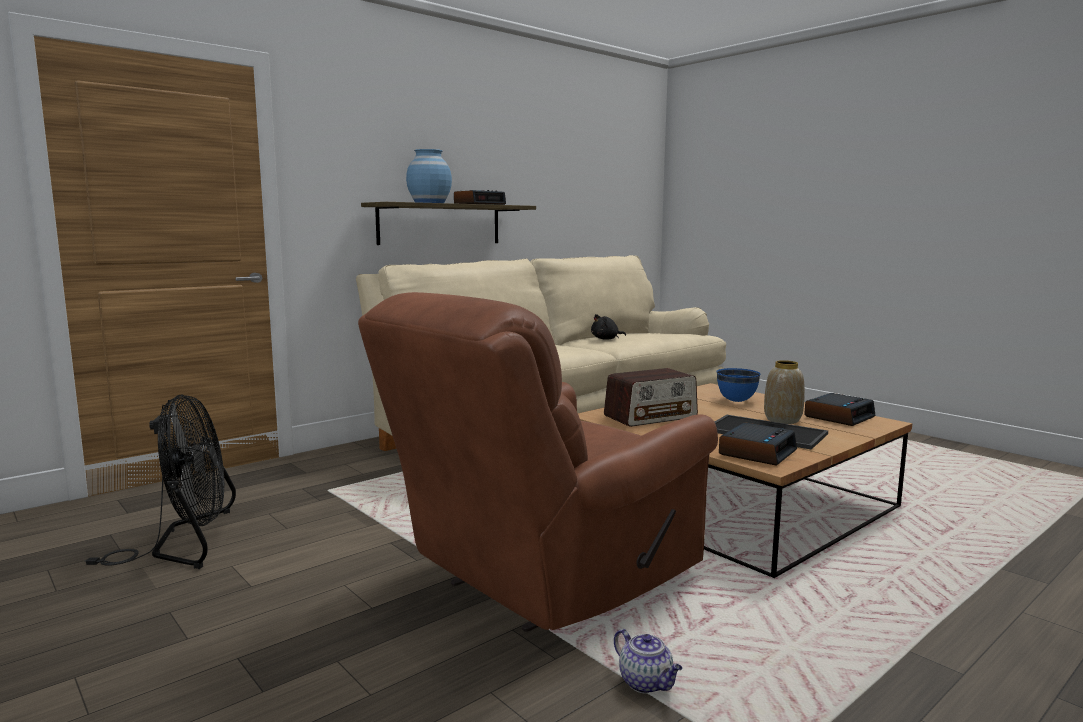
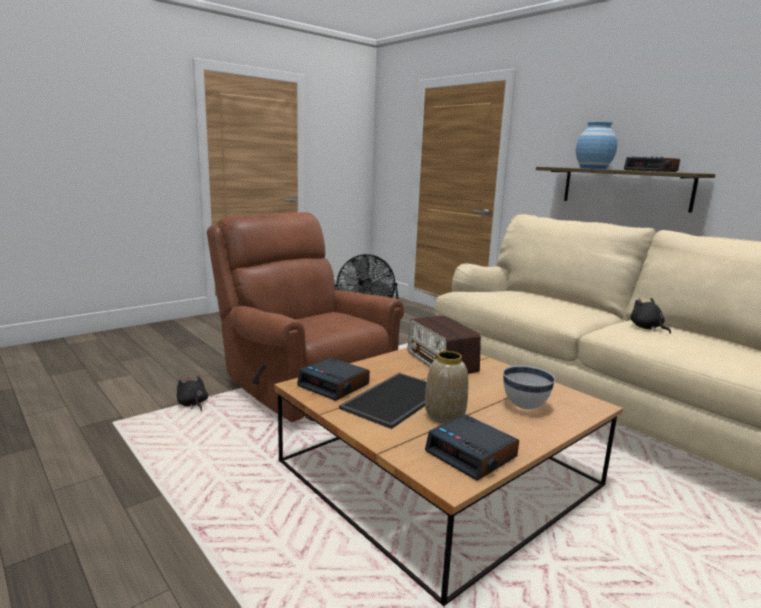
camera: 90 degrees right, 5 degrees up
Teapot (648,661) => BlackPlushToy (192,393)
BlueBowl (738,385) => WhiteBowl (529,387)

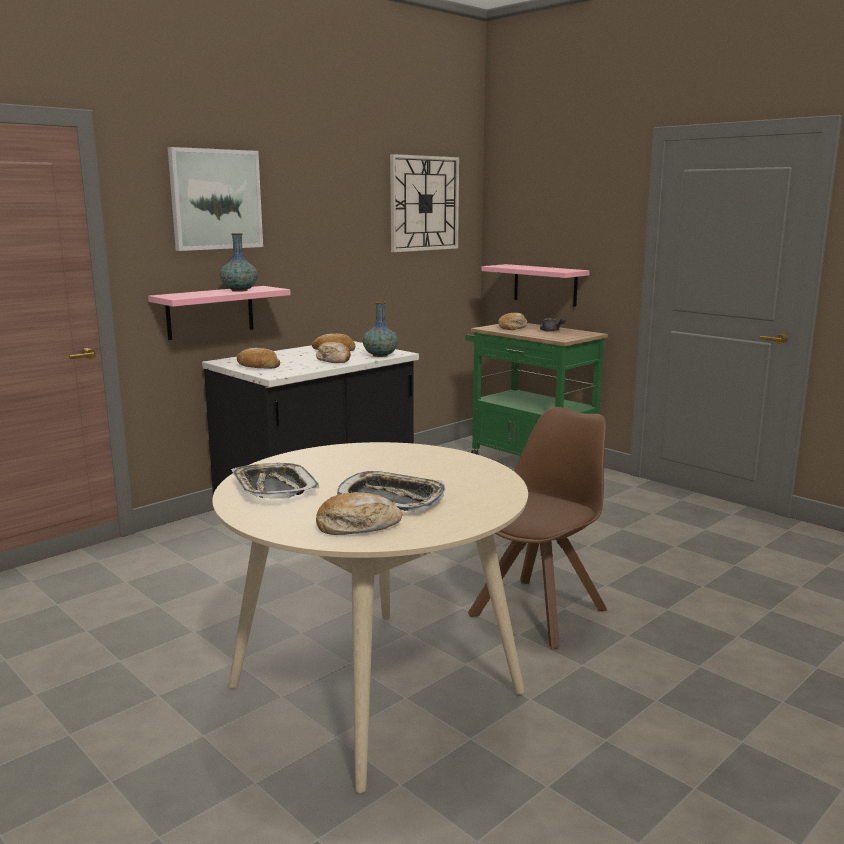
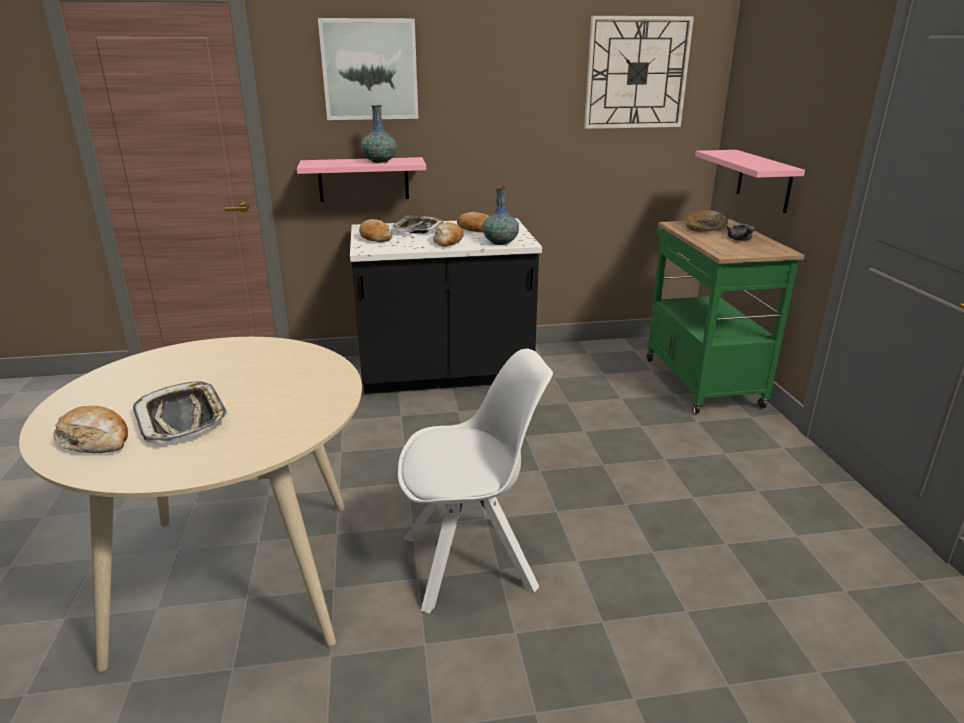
camera: 35 degrees right, 10 degrees up
Tray (275,481) => Tray (418,225), shifted
BrownChair (537,528) => WhiteChair (475,481)

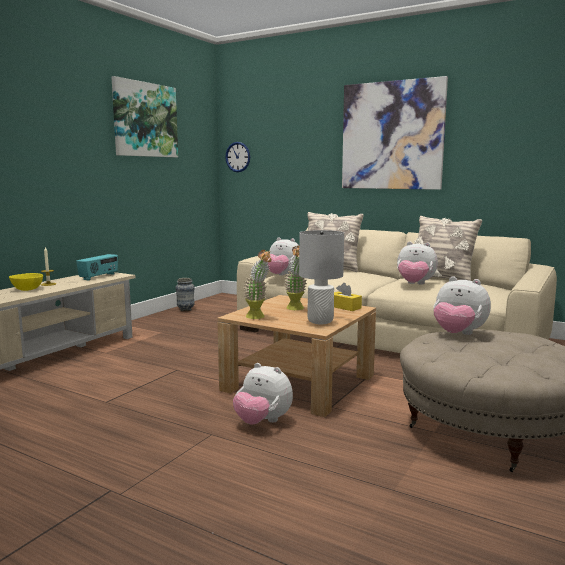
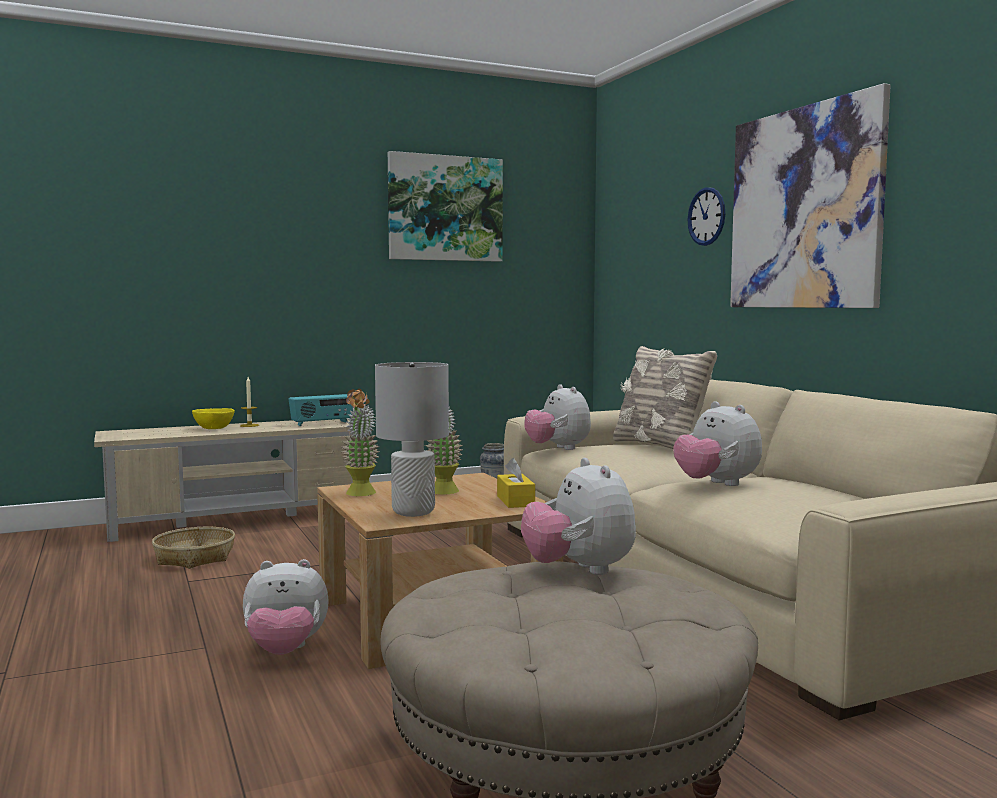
camera: 35 degrees right, 5 degrees down
BeigePillow (448,248) => nothing
nothing => Basket (193,547)
WallClock (237,157) => WallClock (706,216), shifted
PlushToy (263,394) => PlushToy (286,607), 75 degrees counterclockwise

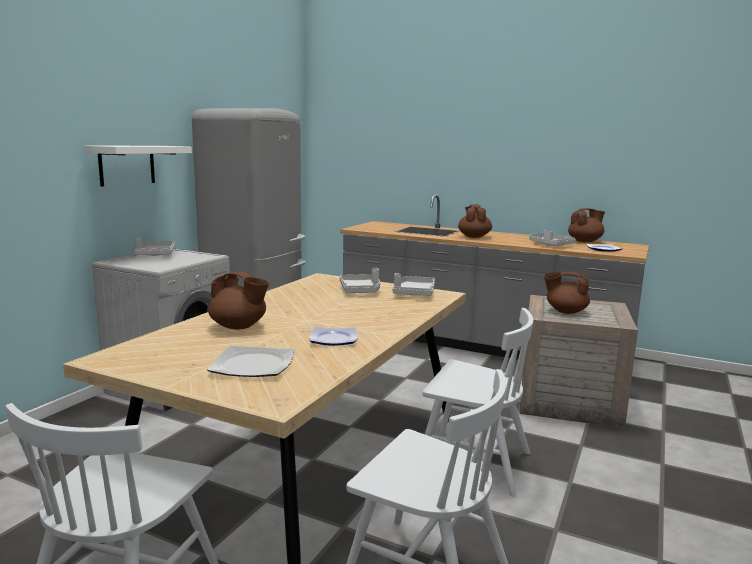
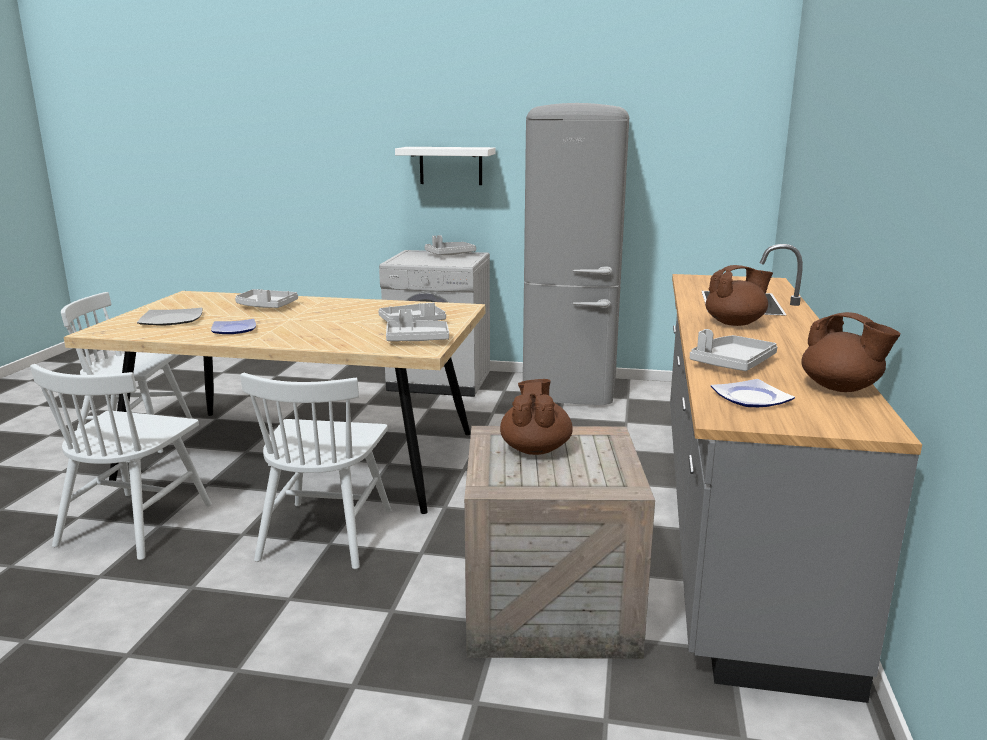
camera: 75 degrees right, 5 degrees up
BrownTeapot (238,300) => GreyTray (266,298)

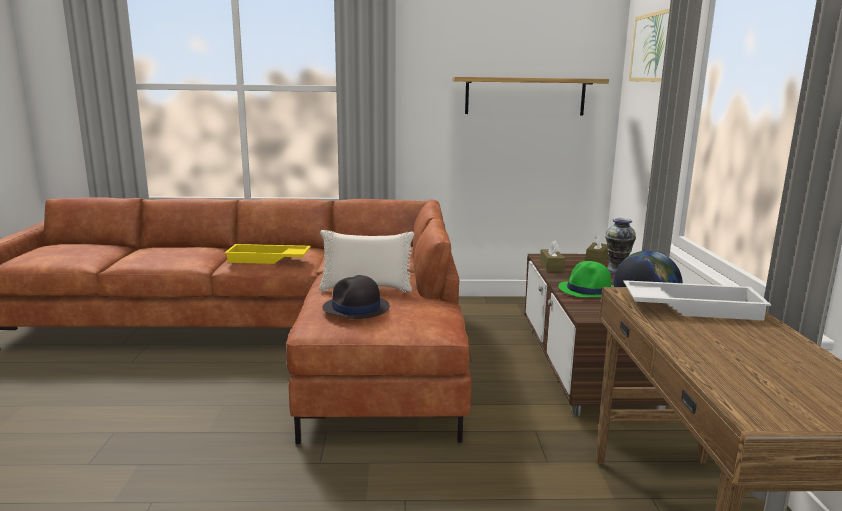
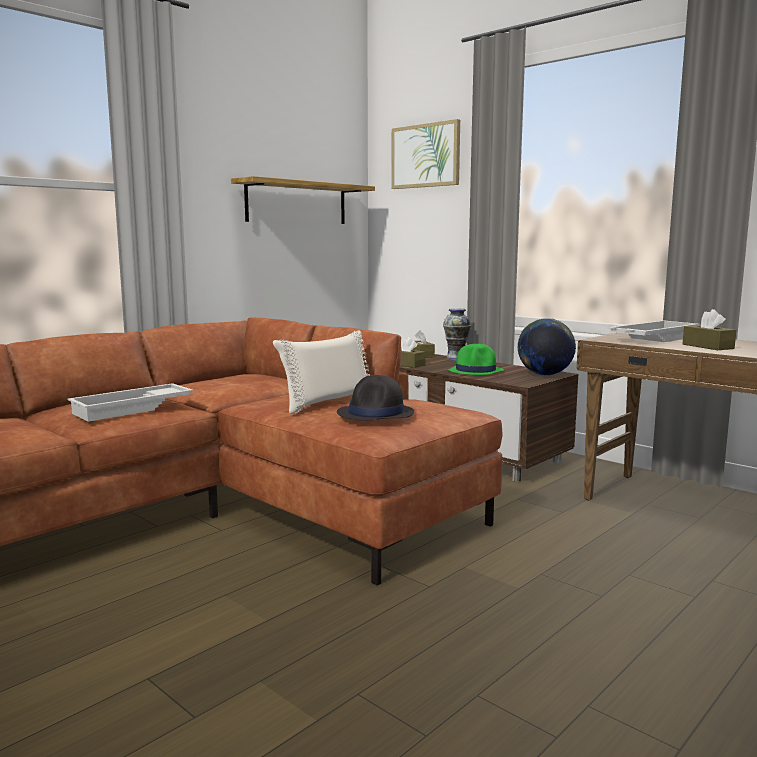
camera: 45 degrees left, 5 degrees down
nothing => BrownTissueBox (709,329)
YellowTray (267,254) => WhiteTray (130,402)

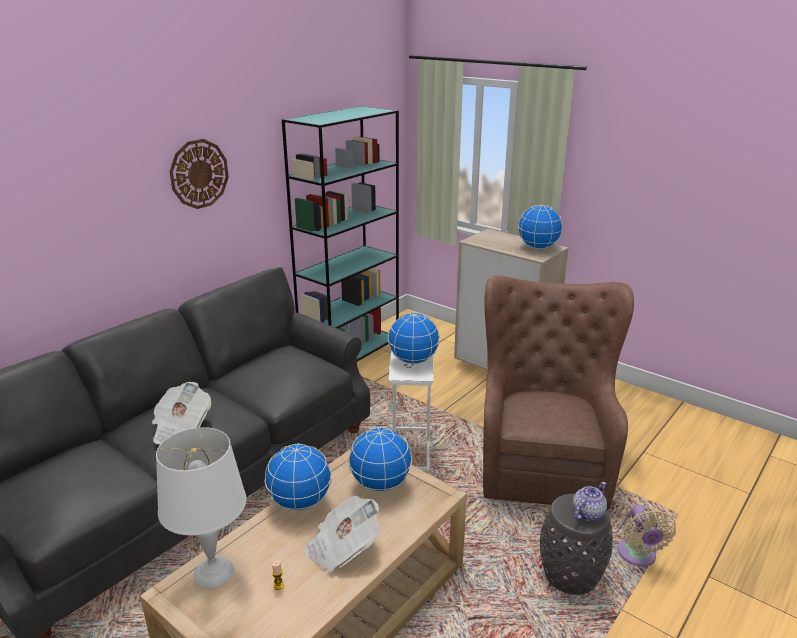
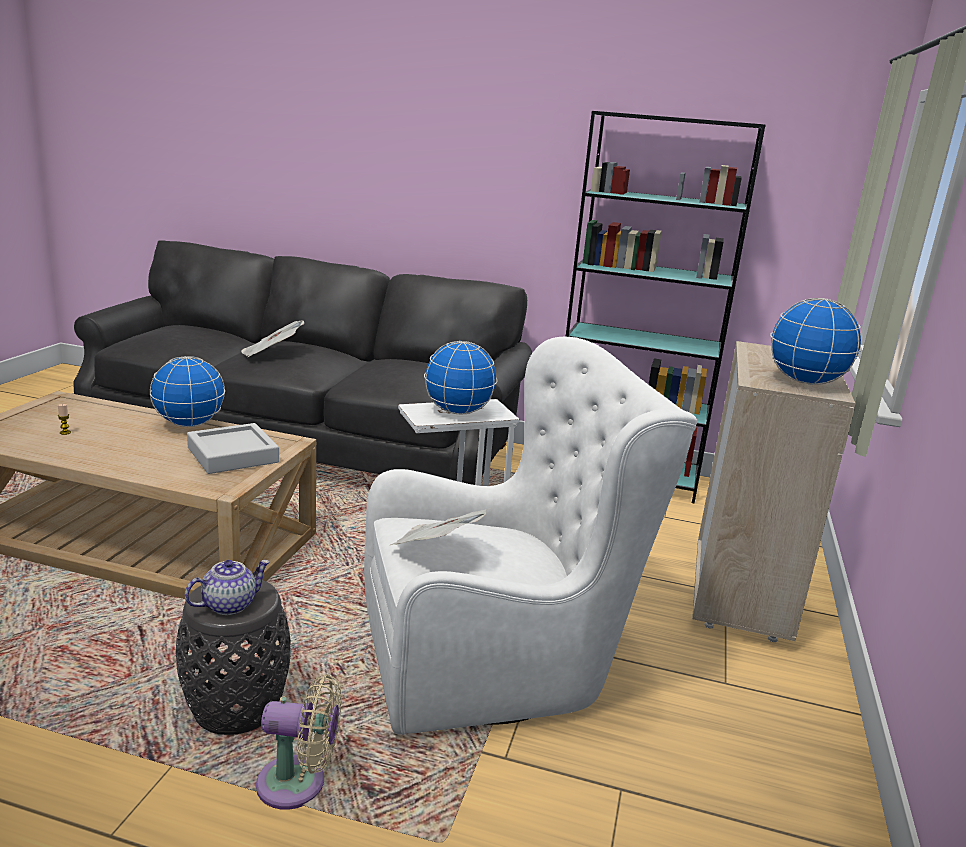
camera: 65 degrees right, 5 degrees down
WhiteTableLamp (201,507) => nothing
WallClock (199,174) => nothing
Newspaper (342,534) => Newspaper (440,526), shifted
Globe (380,459) => GreyTray (233,448)
BrownArmchair (558,392) => WhiteArmchair (530,536)
Teapot (590,501) => Teapot (227,587), 60 degrees counterclockwise
BeigeFan (647,535) => BeigeFan (299,742), 150 degrees counterclockwise

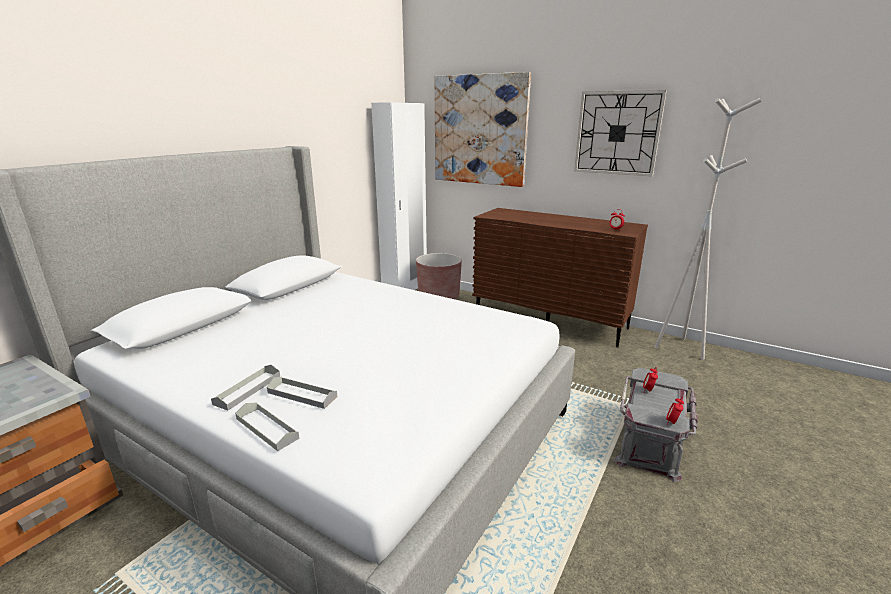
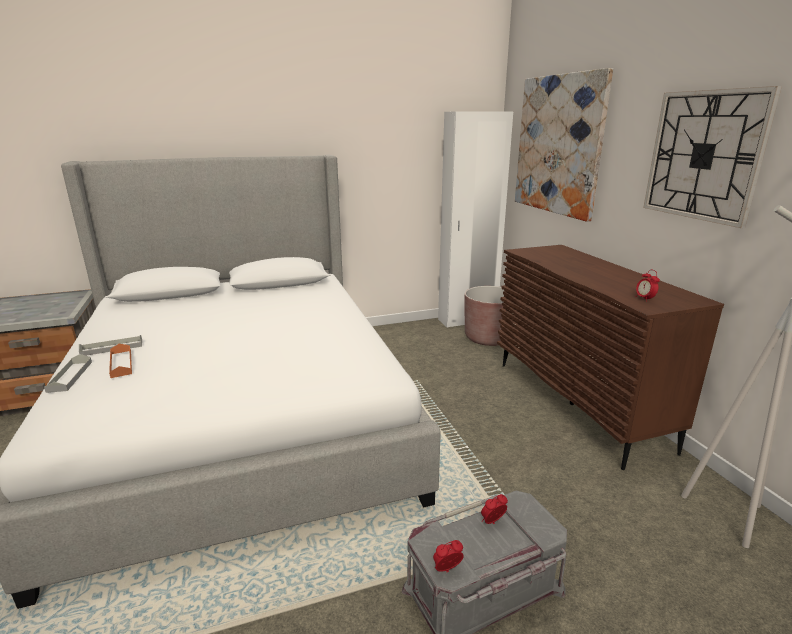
camera: 40 degrees right, 0 degrees up
GreyTray (302,393) => OrangeTray (120,361)

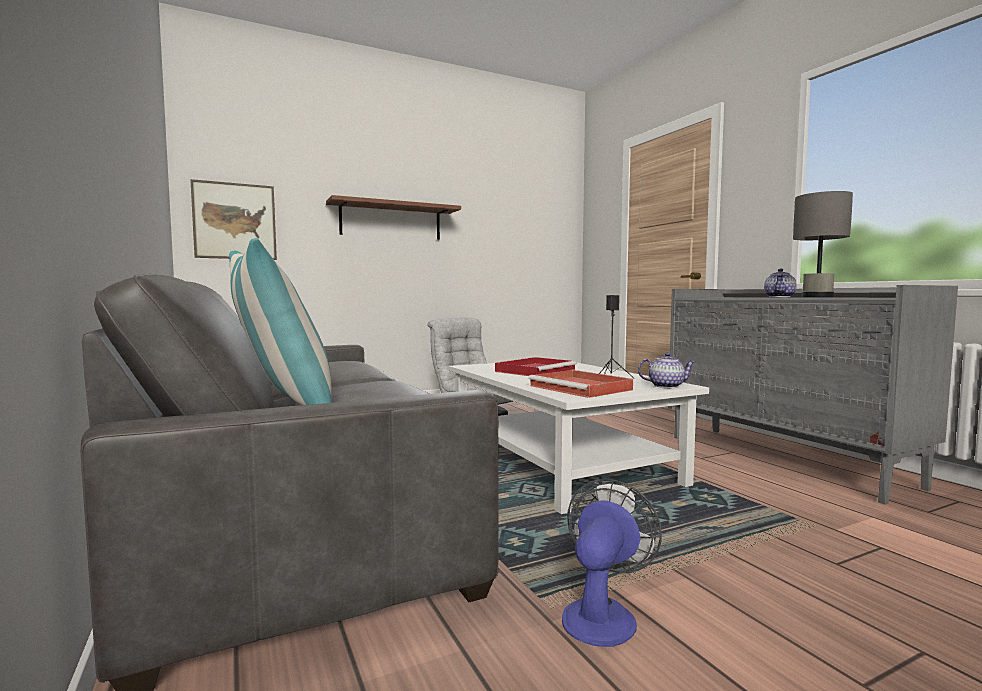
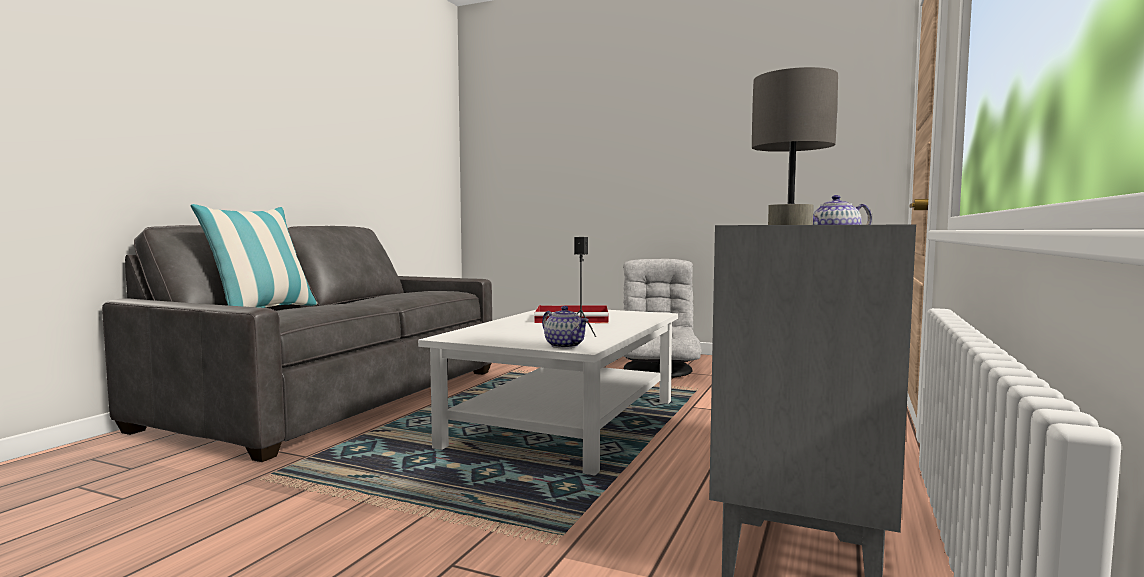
camera: 50 degrees right, 0 degrees up
Picture (233,219) => nothing
BrownShelf (393,217) => nothing
RedTray (581,384) => nothing
Fan (612,563) => nothing

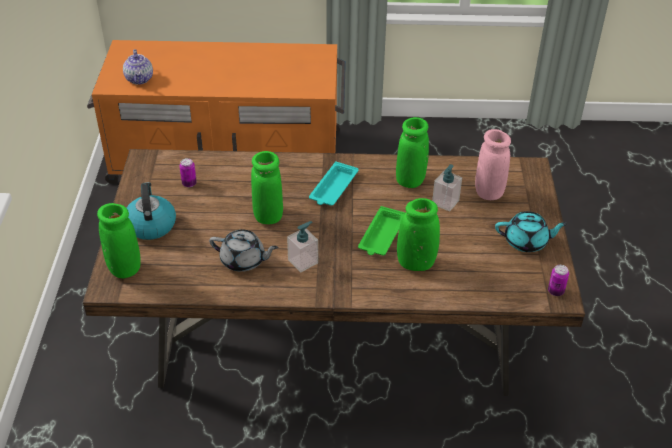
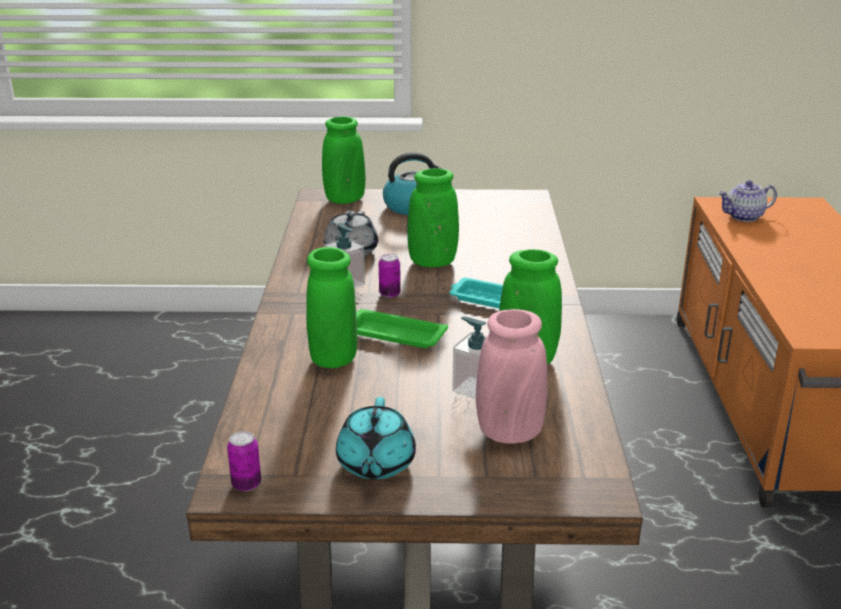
camera: 90 degrees right, 15 degrees down
Can (188,172) => Can (390,276), shifted

